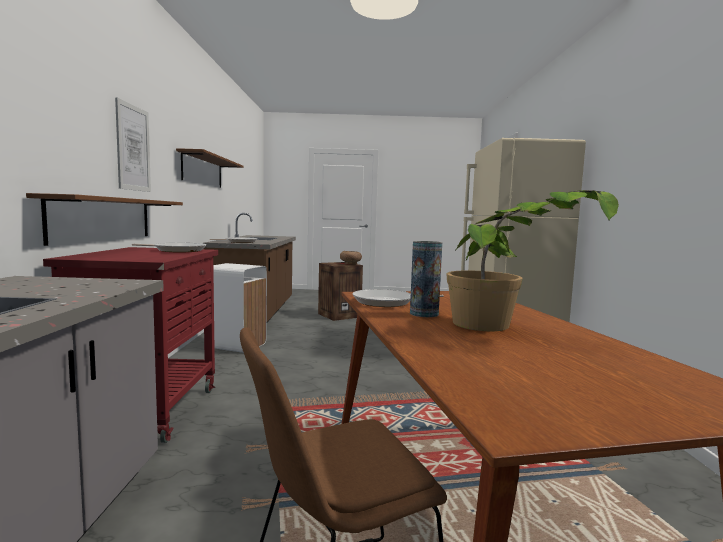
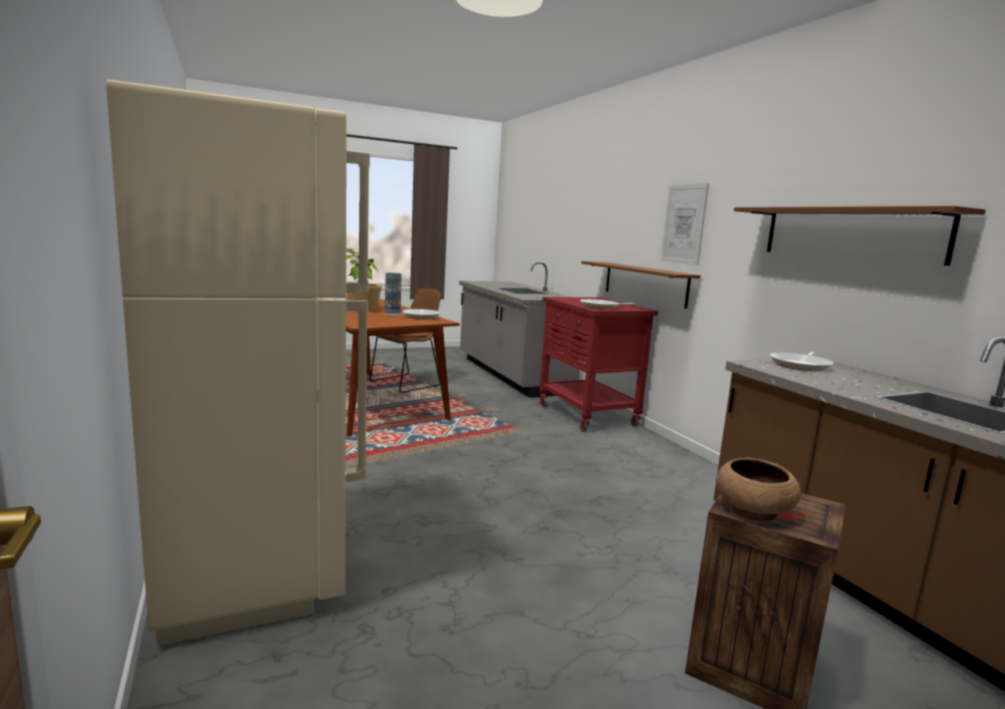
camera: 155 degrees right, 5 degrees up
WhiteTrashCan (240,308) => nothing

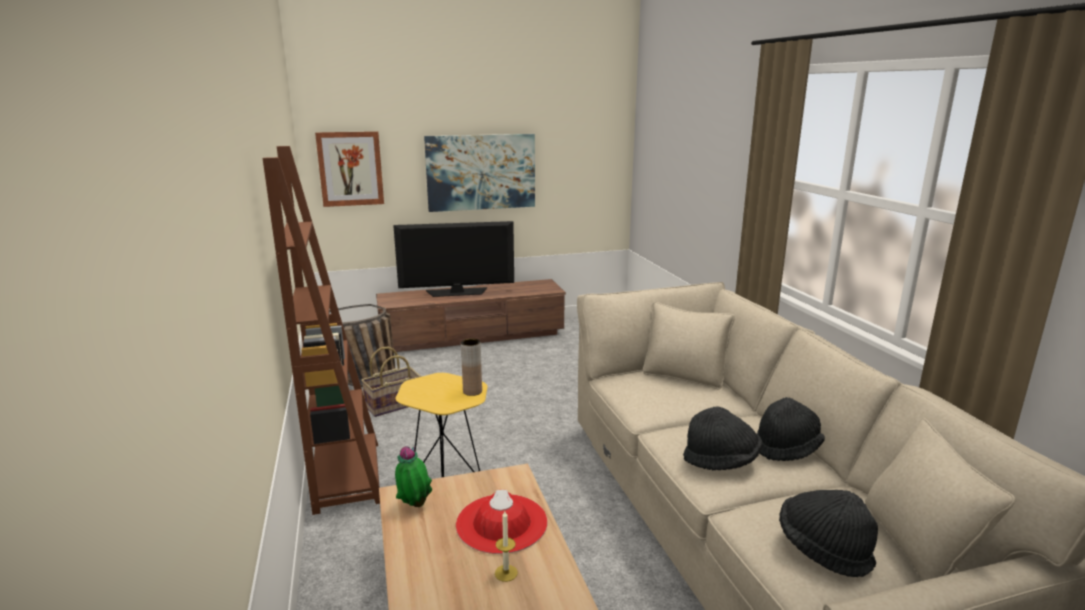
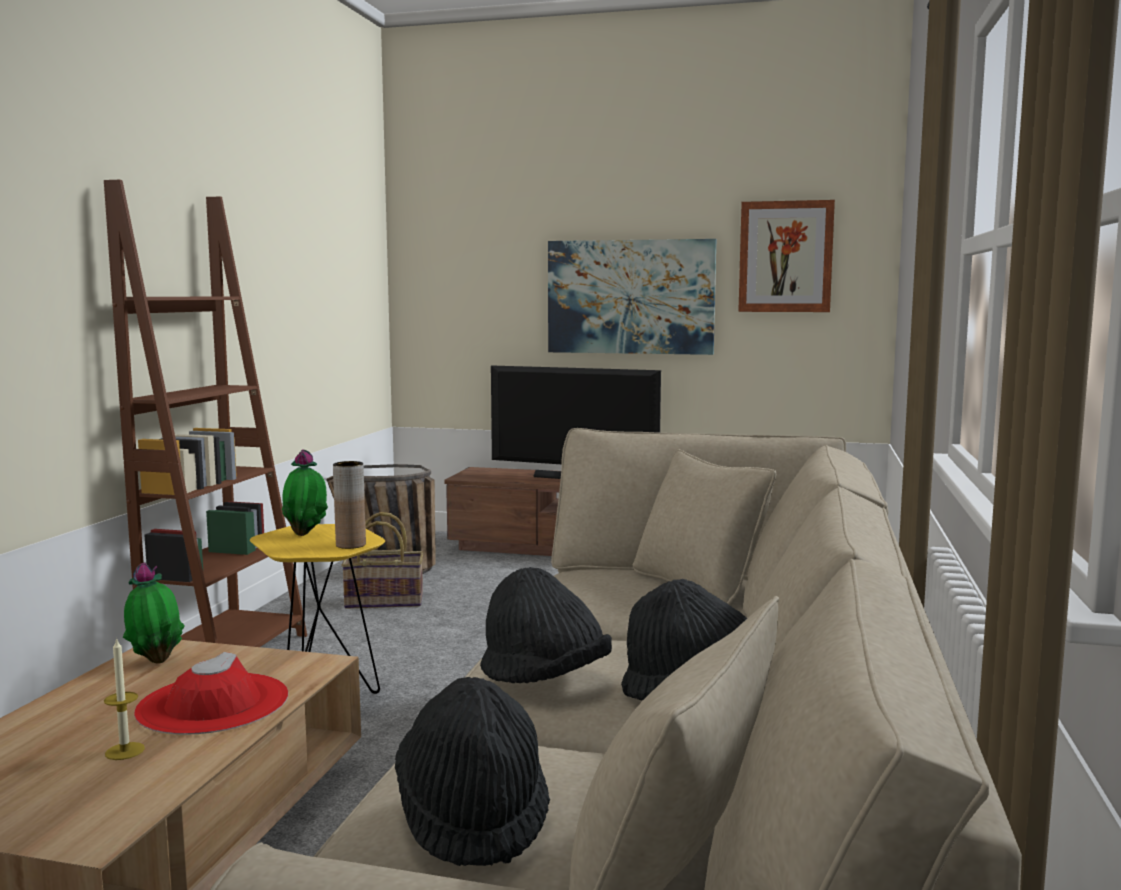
camera: 30 degrees right, 10 degrees down
nothing => PottedPlant (305,492)
Picture (349,169) => Picture (786,256), shifted

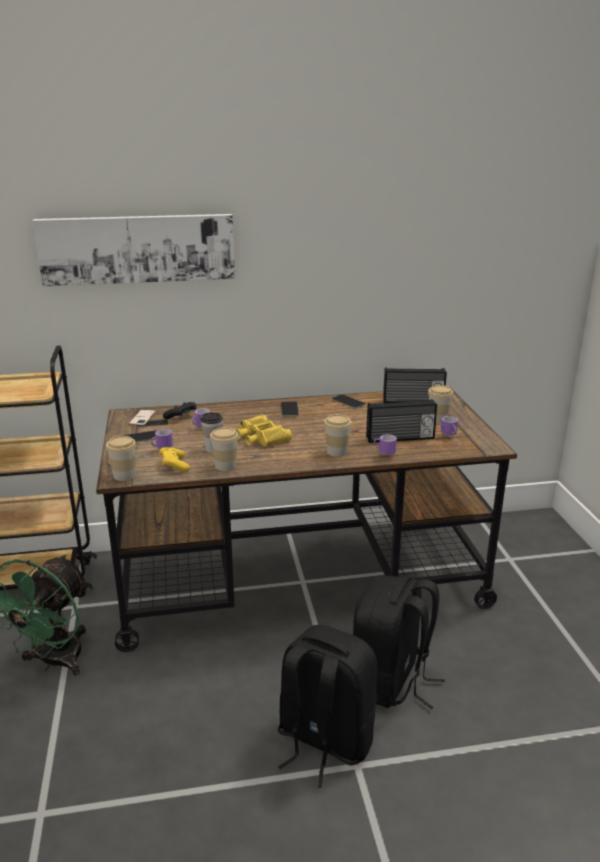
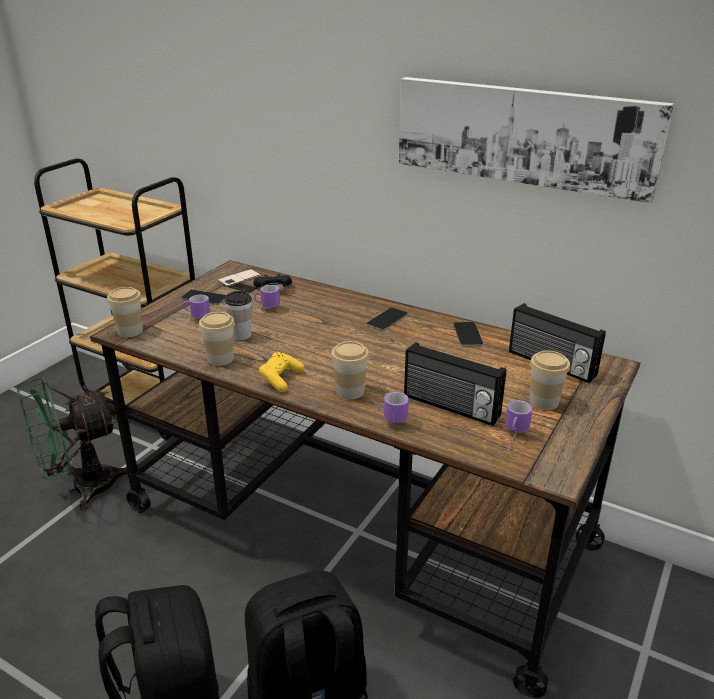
camera: 40 degrees right, 5 degrees up
YellowBinoculars (264,430) => nothing
Picture (134,250) => Picture (536,140), shifted
YellowGameController (174,459) => YellowGameController (282,372), shifted

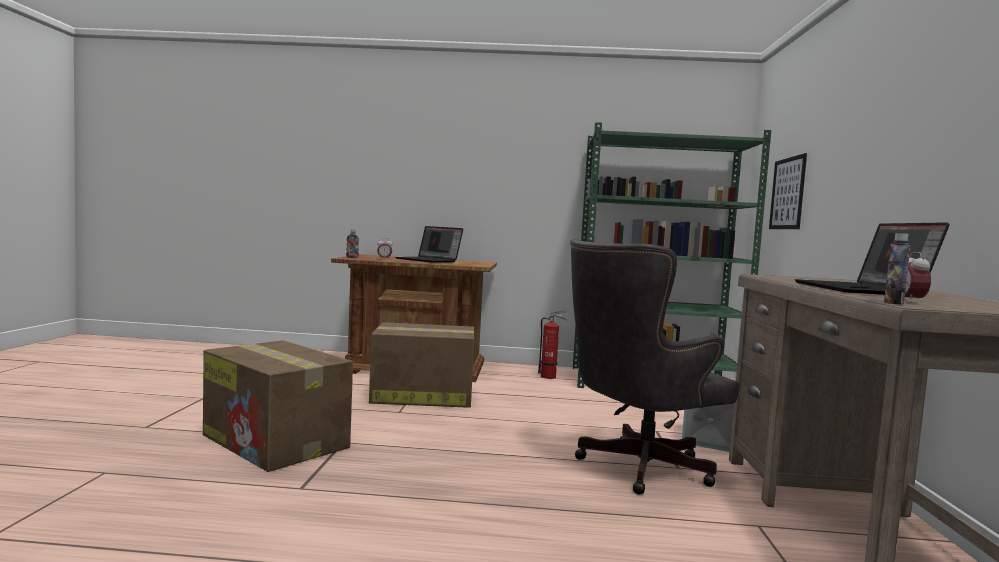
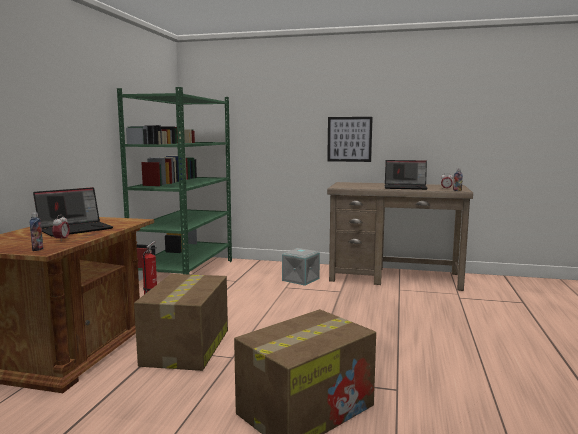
camera: 80 degrees left, 5 degrees up
GreyOfficeChair (654,367) => nothing
Picture (788,191) => Picture (350,139), shifted

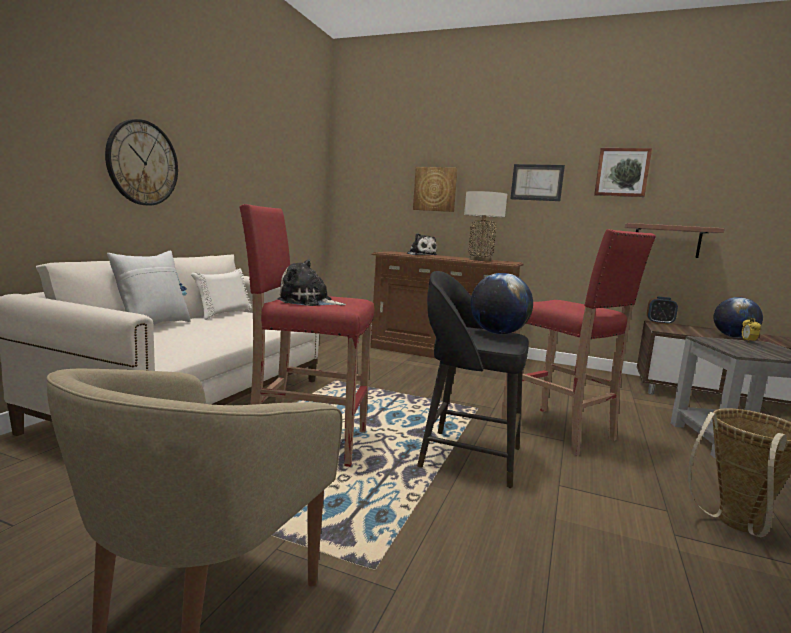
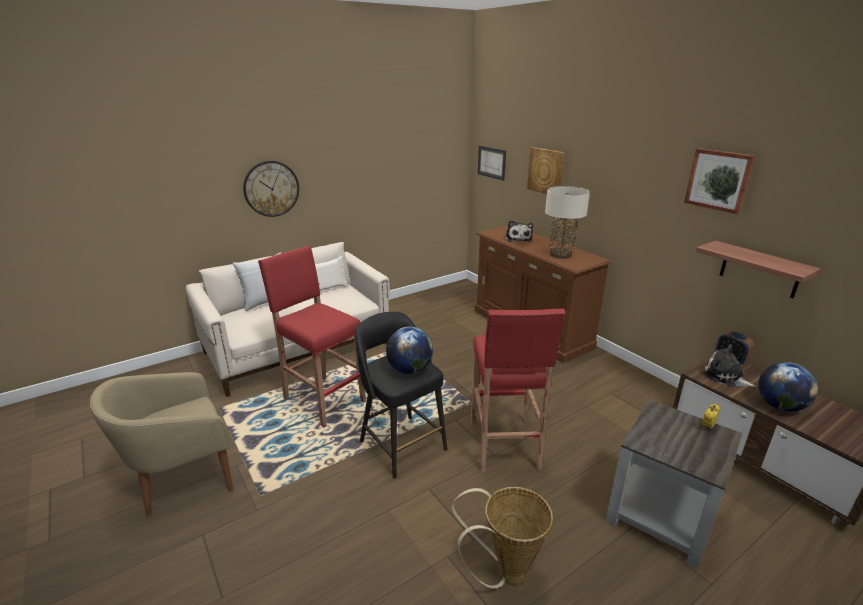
camera: 35 degrees right, 15 degrees up
PlushToy (312,282) => PlushToy (730,365), shifted
Picture (537,182) => Picture (492,163), shifted

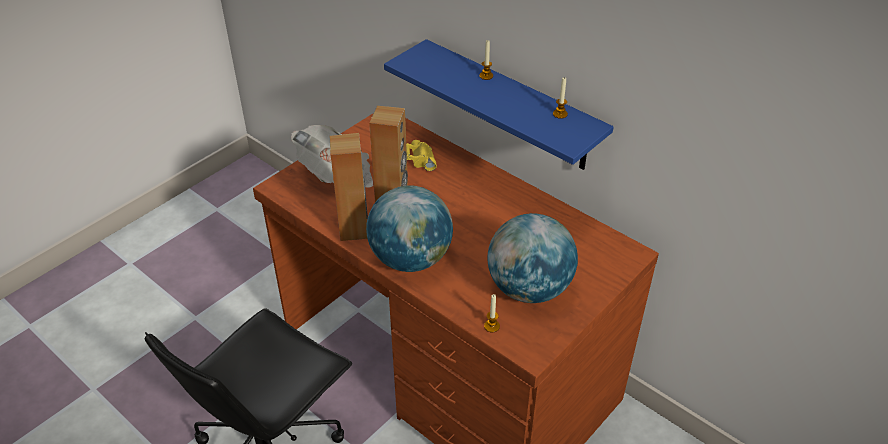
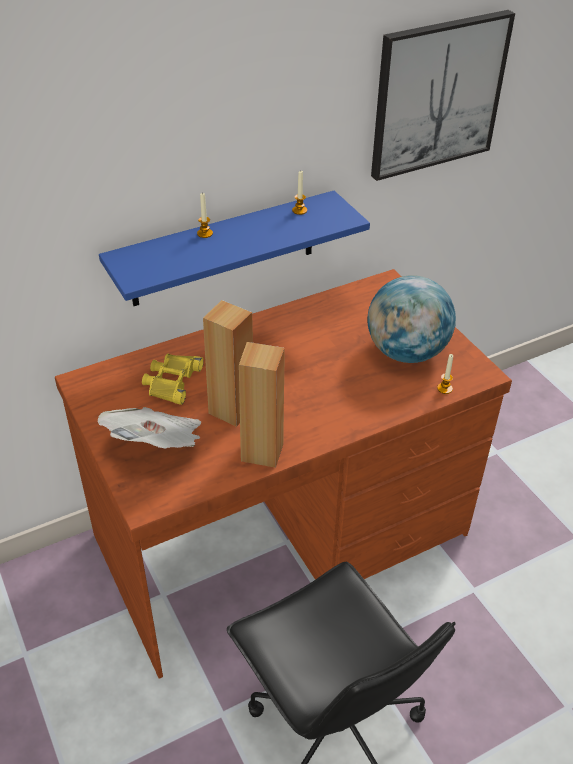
camera: 70 degrees left, 0 degrees up
Globe (409,228) => nothing
nothing => Picture (443,95)

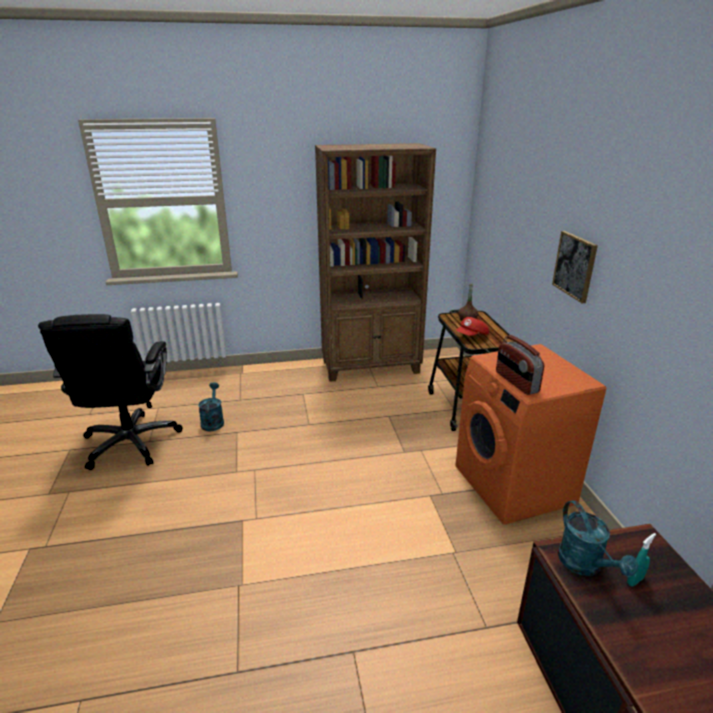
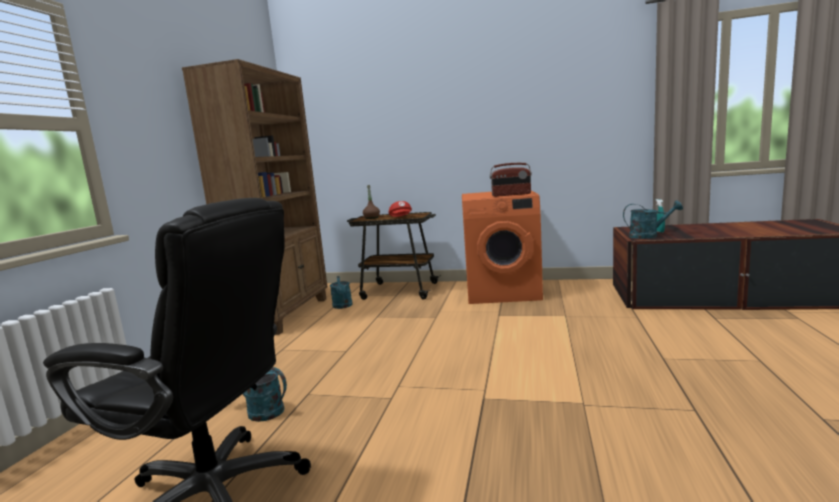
camera: 65 degrees left, 15 degrees down
Picture (575,267) => nothing
nothing => TurquoiseWateringCan (341,292)

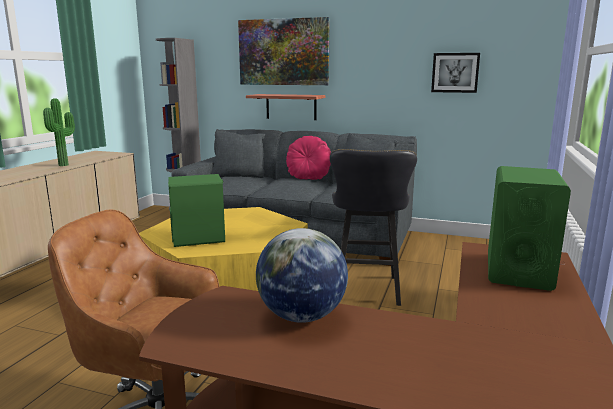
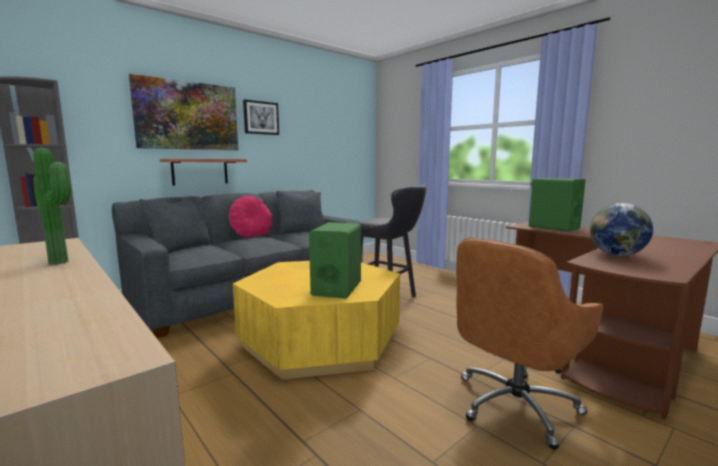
camera: 60 degrees left, 5 degrees down
Picture (455,73) => Picture (261,117), shifted

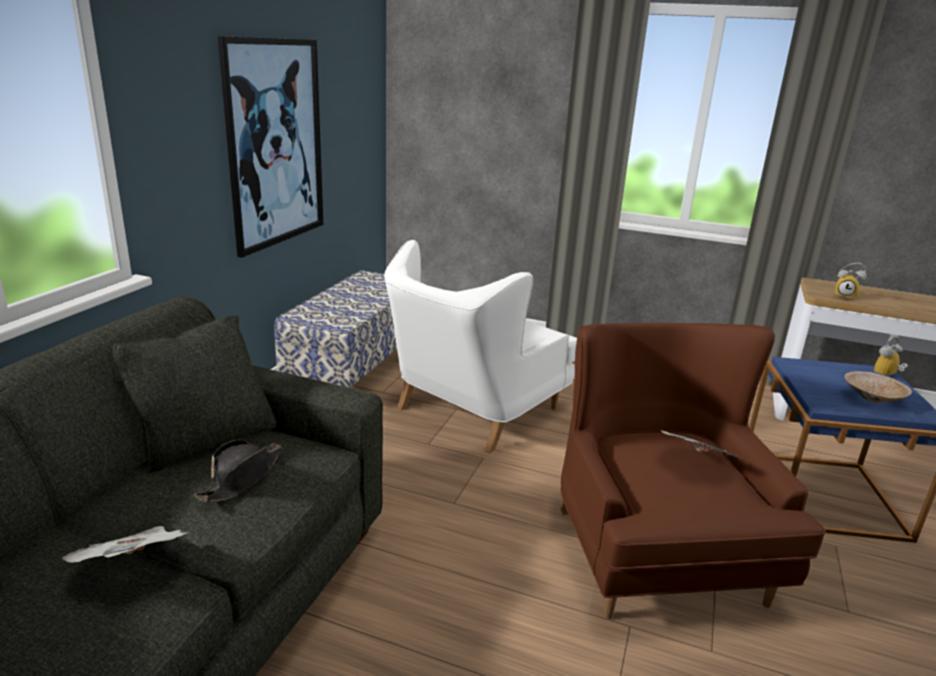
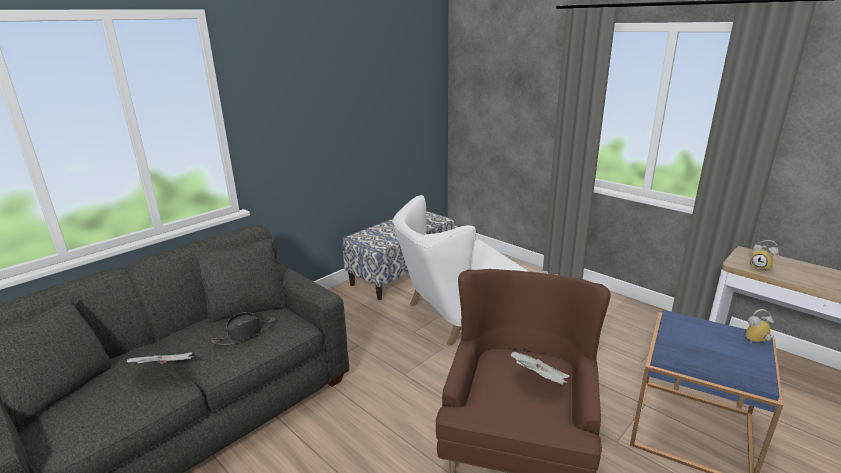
camera: 25 degrees right, 0 degrees up
Picture (270,147) => nothing
BeigeBowl (878,387) => nothing

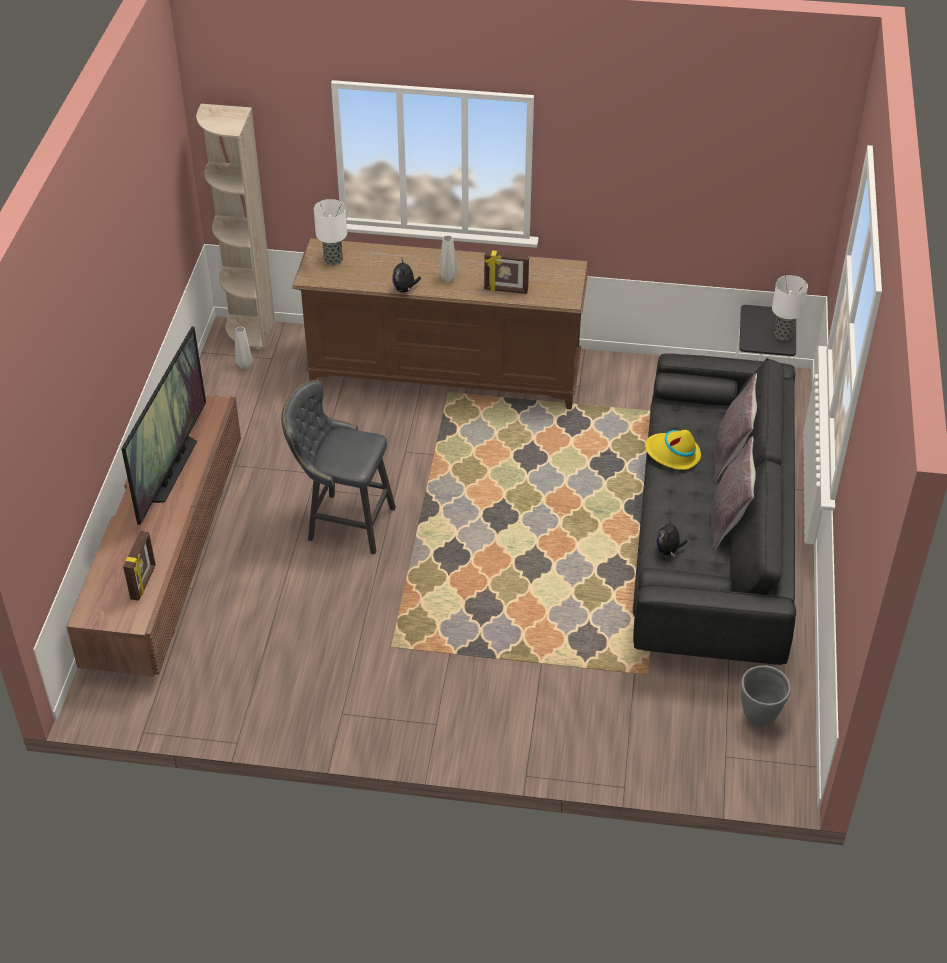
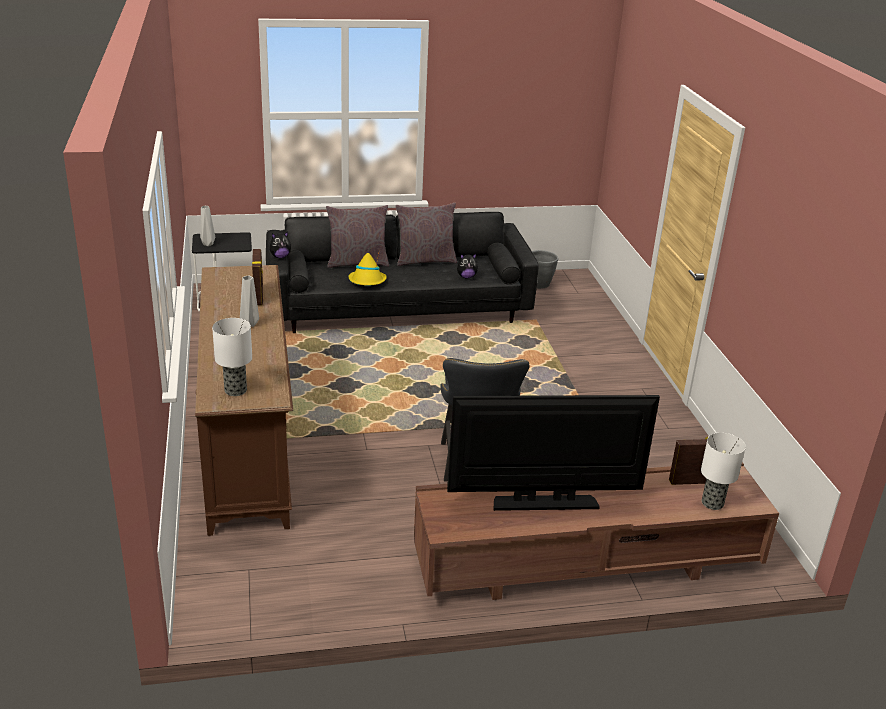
camera: 110 degrees left, 15 degrees down
BeigeBookcase (235,226) => nothing
GreyVase (244,347) => GreyVase (207,226), shifted
PlushToy (406,275) => PlushToy (280,245), shifted
TableLamp (790,307) => TableLamp (723,471), shifted

